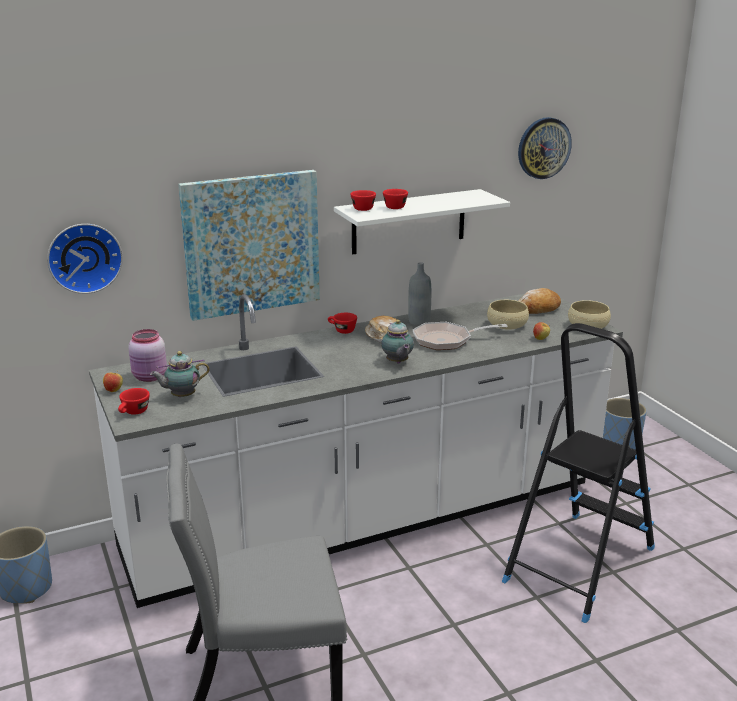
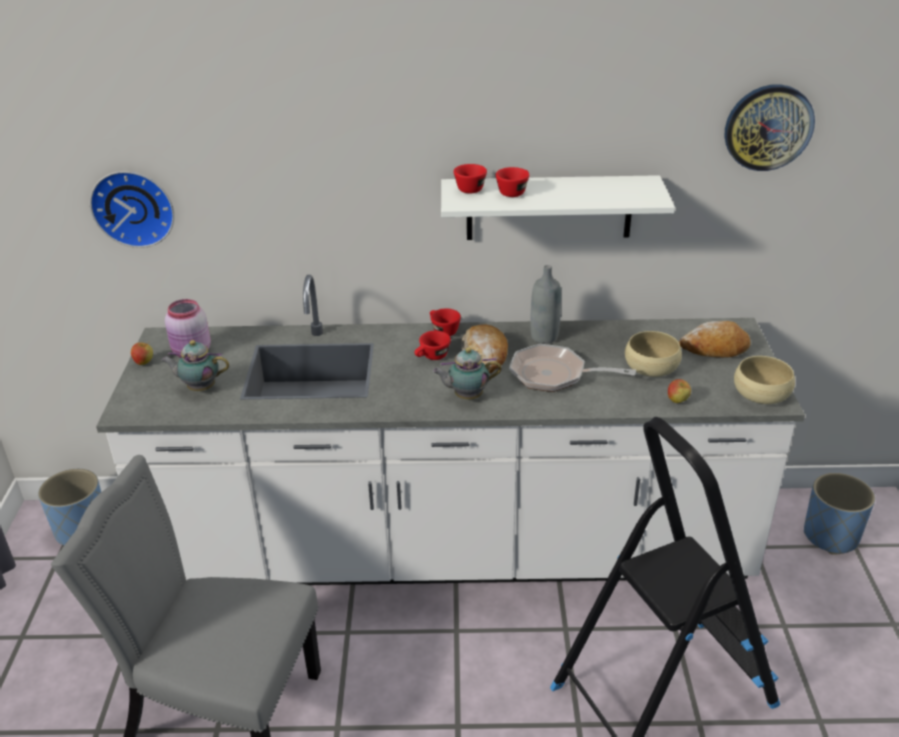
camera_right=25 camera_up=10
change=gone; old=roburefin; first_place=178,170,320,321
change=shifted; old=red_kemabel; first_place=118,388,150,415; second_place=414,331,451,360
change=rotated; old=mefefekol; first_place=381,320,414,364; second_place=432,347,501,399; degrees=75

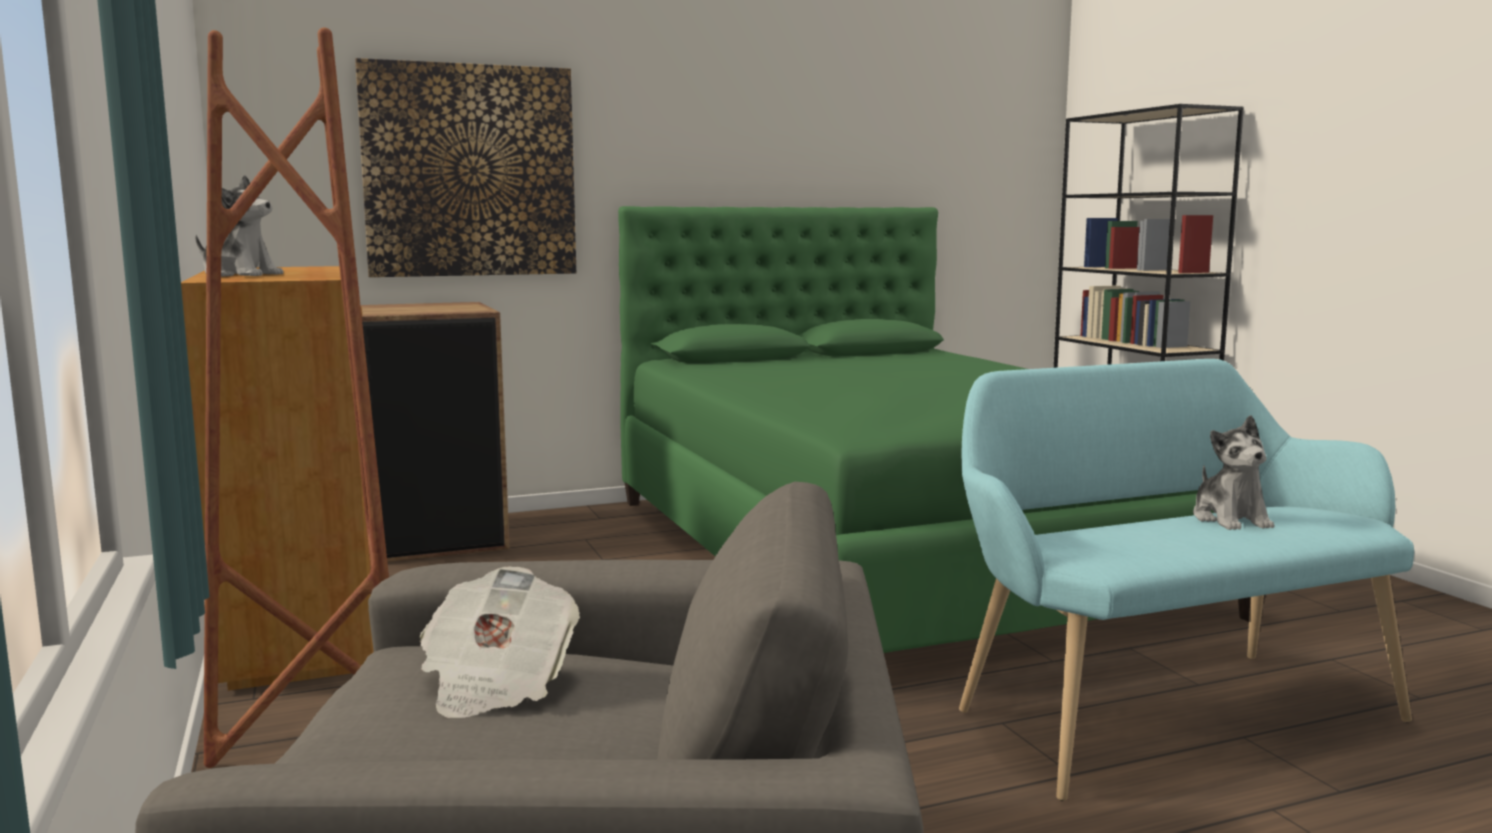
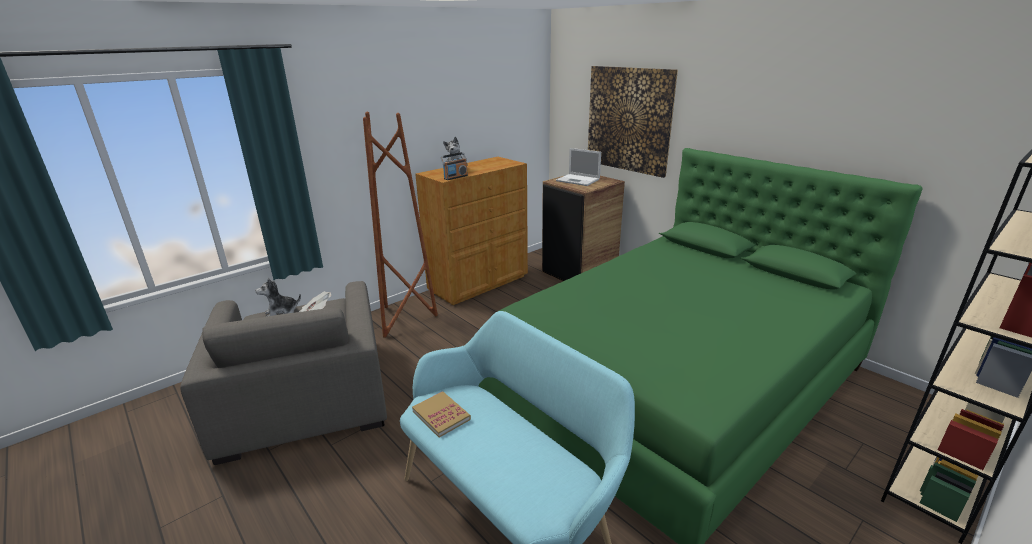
camera_right=70 camera_up=15
change=new; new=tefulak; second_place=412,391,471,437
change=new; new=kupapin; second_place=440,152,468,180
change=new; new=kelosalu; second_place=556,148,601,186
change=shifted; old=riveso; first_place=1193,415,1274,530; second_place=255,278,301,317

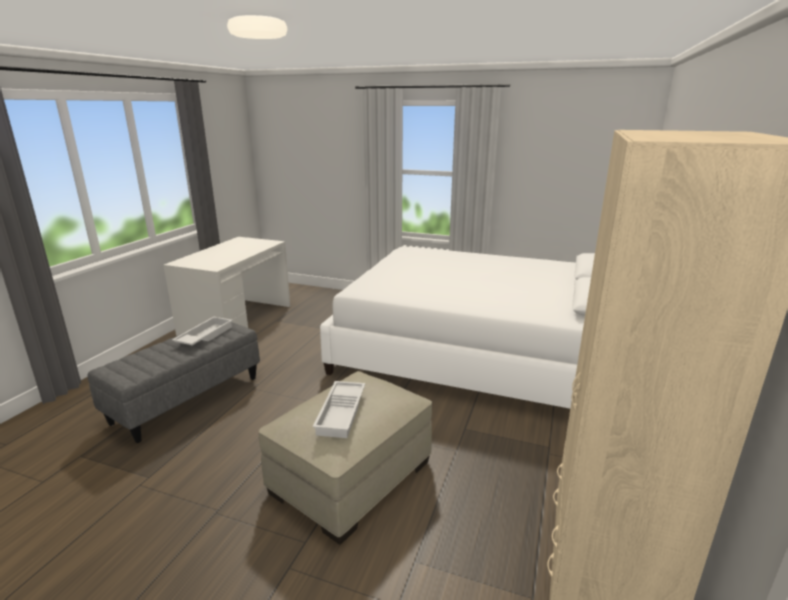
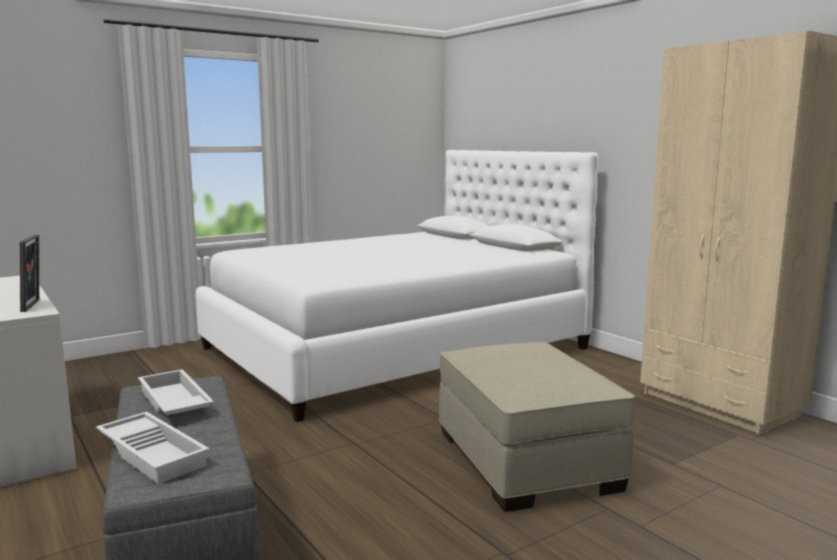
camera_right=-55 camera_up=-10
change=new; new=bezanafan; second_place=20,235,39,312
change=shifted; old=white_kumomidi; first_place=313,381,366,438; second_place=96,412,210,484

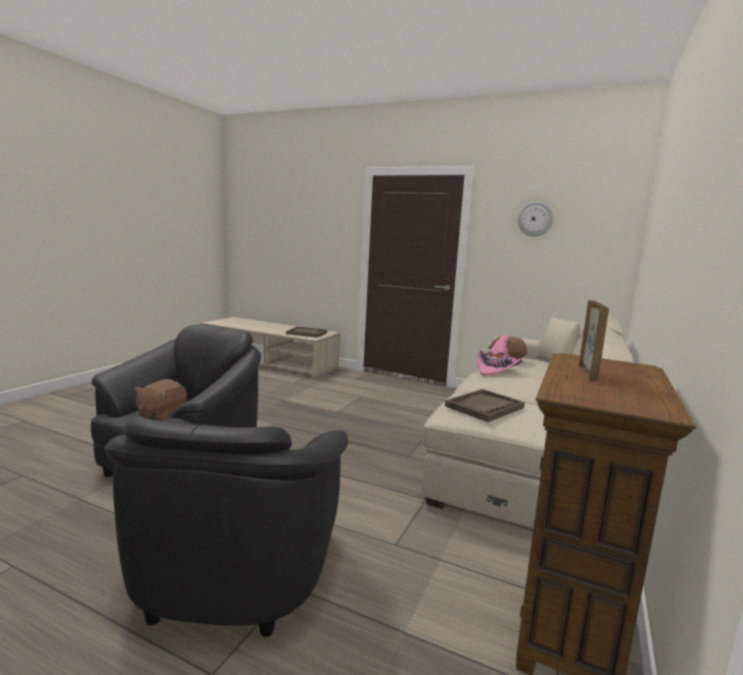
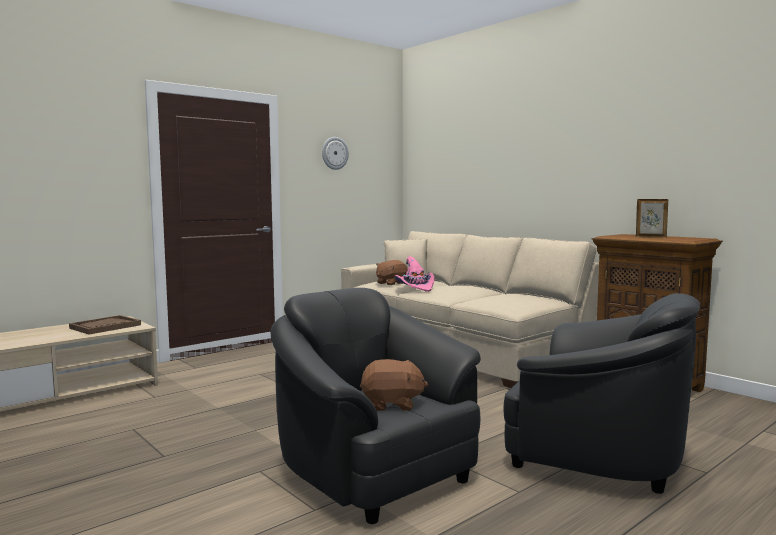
camera_right=-65 camera_up=-5
change=gone; old=brown_kumomidi; first_place=445,389,525,422
change=rotated; old=brown_riveso; first_place=135,379,187,421; second_place=360,359,428,411; degrees=-45

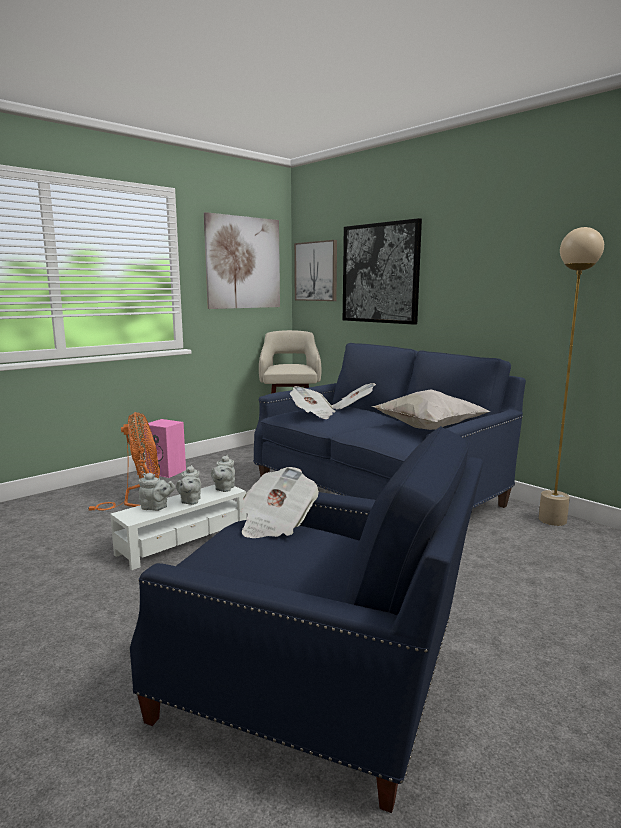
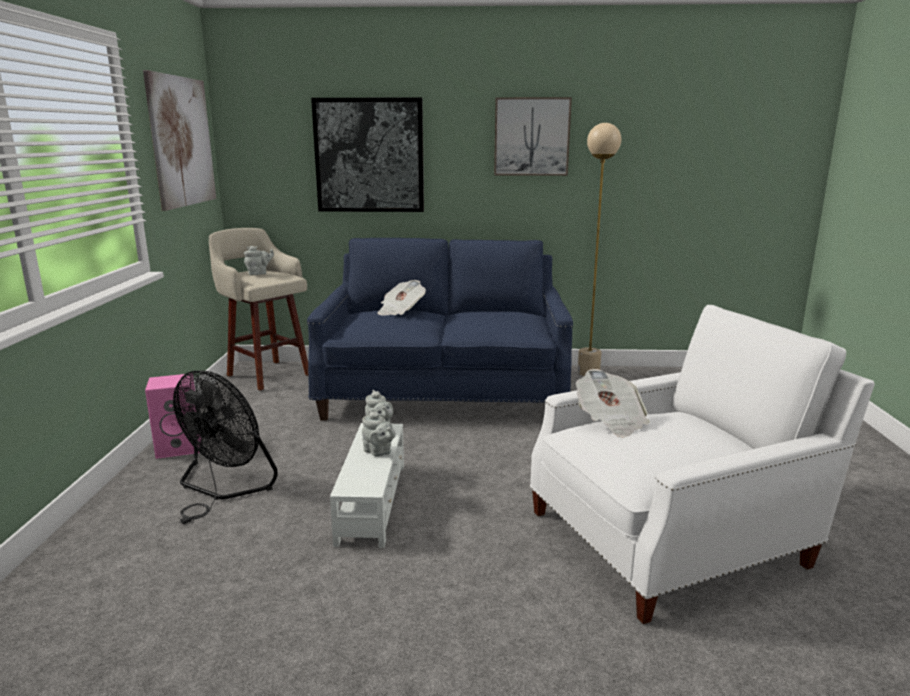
camera_right=-45 camera_up=5
change=gone; old=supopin; first_place=290,386,335,419
change=gone; old=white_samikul; first_place=371,389,491,430
change=shifted; old=grey_mefefekol; first_place=139,473,175,511; second_place=244,246,274,275
change=shifted; old=roburefin; first_place=294,240,337,301; second_place=494,97,572,176
change=repainted; old=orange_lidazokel; new=black_lidazokel; first_place=88,412,160,510; second_place=173,371,278,525
change=repainted; old=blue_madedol; new=white_madedol; first_place=130,426,483,813; second_place=529,305,875,624

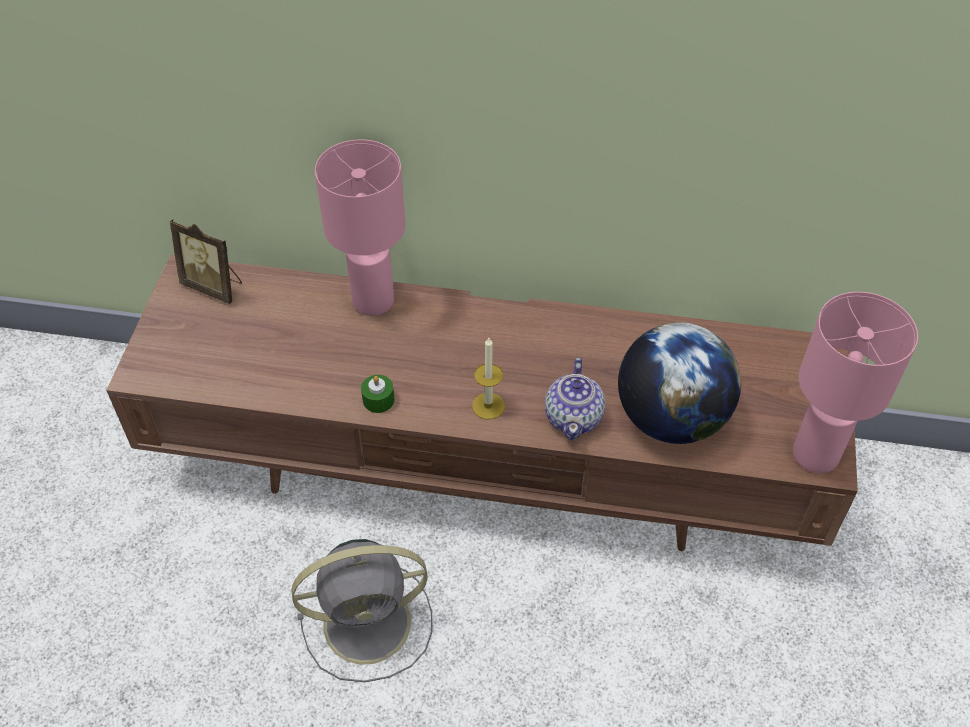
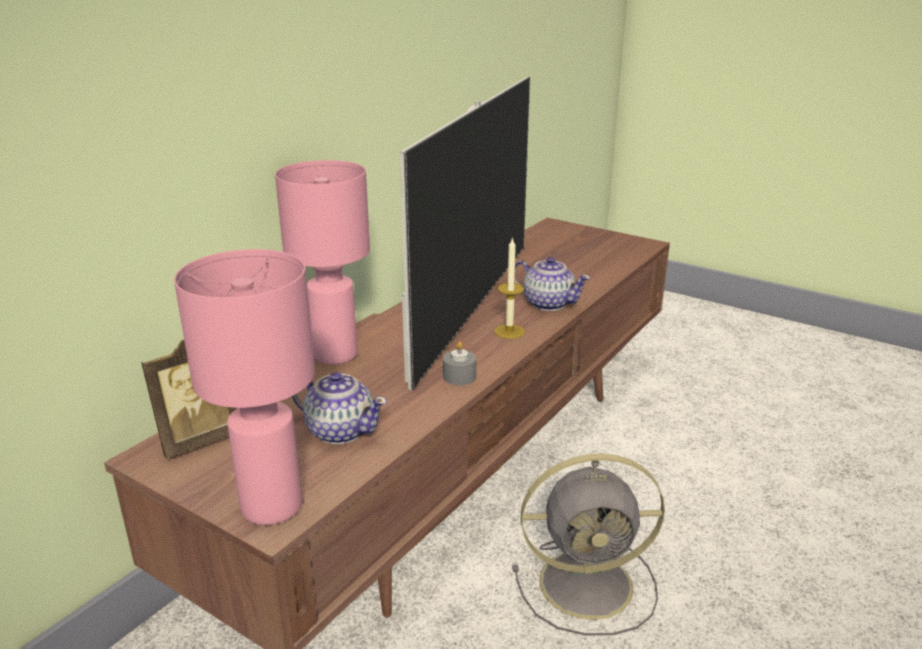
camera_right=-65 camera_up=-25
change=gone; old=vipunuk; first_place=618,322,741,444
change=new; new=mefefekol; second_place=292,372,387,444
change=new; new=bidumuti; second_place=400,77,530,390
change=shifted; old=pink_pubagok; first_place=793,292,918,473; second_place=174,249,315,525
change=repainted; old=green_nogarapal; new=grey_nogarapal; first_place=361,375,395,413; second_place=443,341,476,385
change=rotated; old=grey_lidazokel; first_place=292,539,433,682; second_place=512,453,665,635; degrees=75

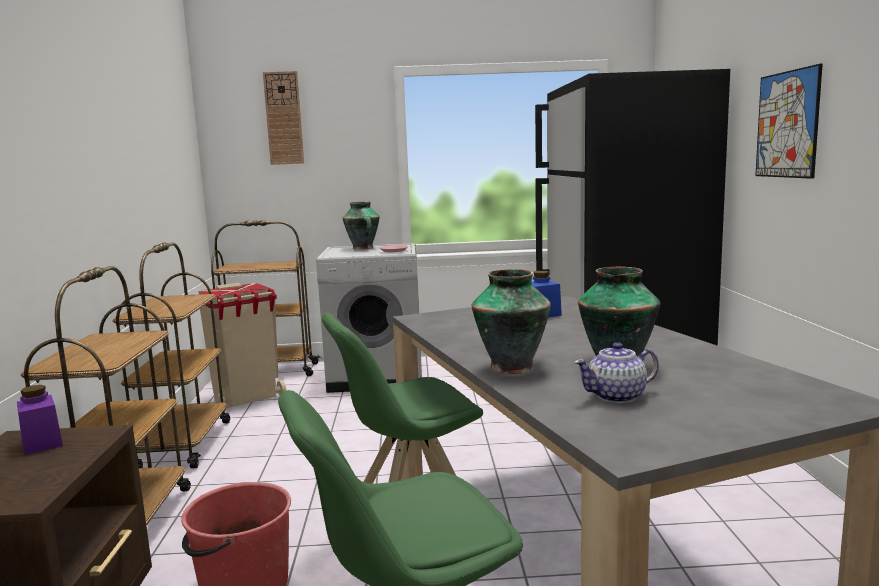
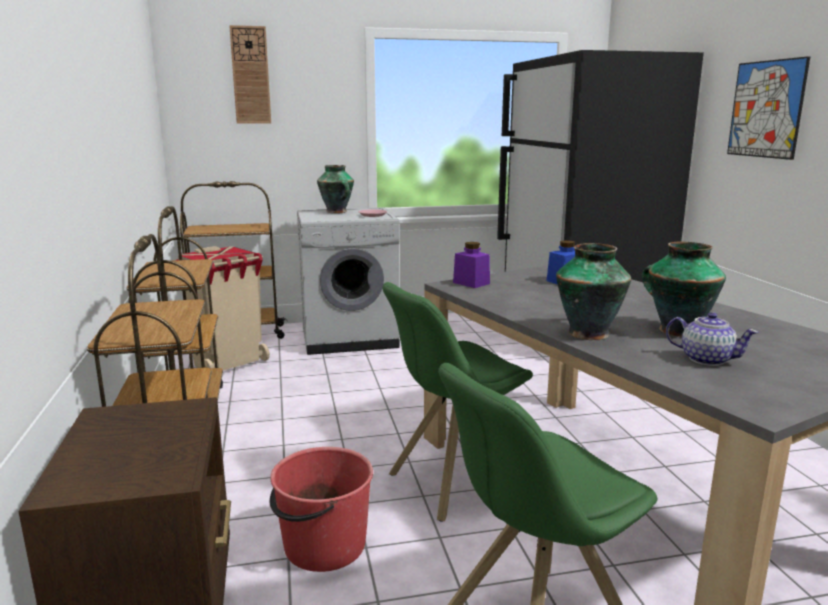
camera_right=-10 camera_up=5
change=shifted; old=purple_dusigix; first_place=17,385,63,455; second_place=453,242,490,288
change=rotated; old=mefefekol; first_place=574,342,659,403; second_place=666,312,759,366; degrees=-120

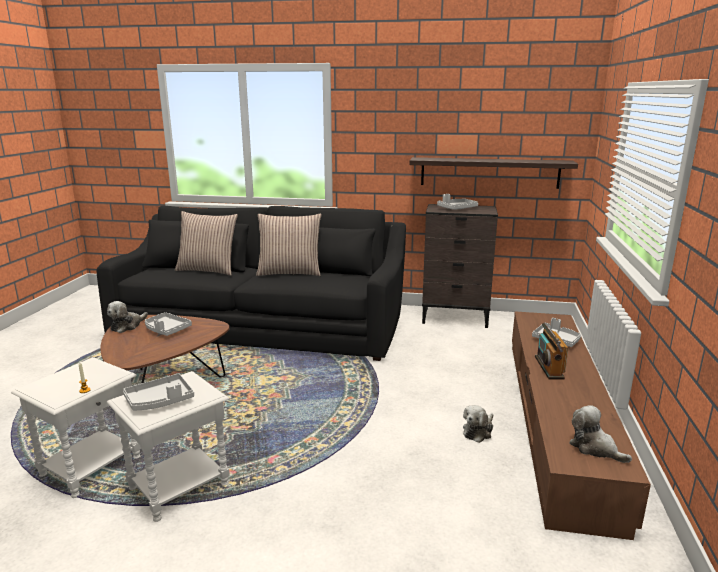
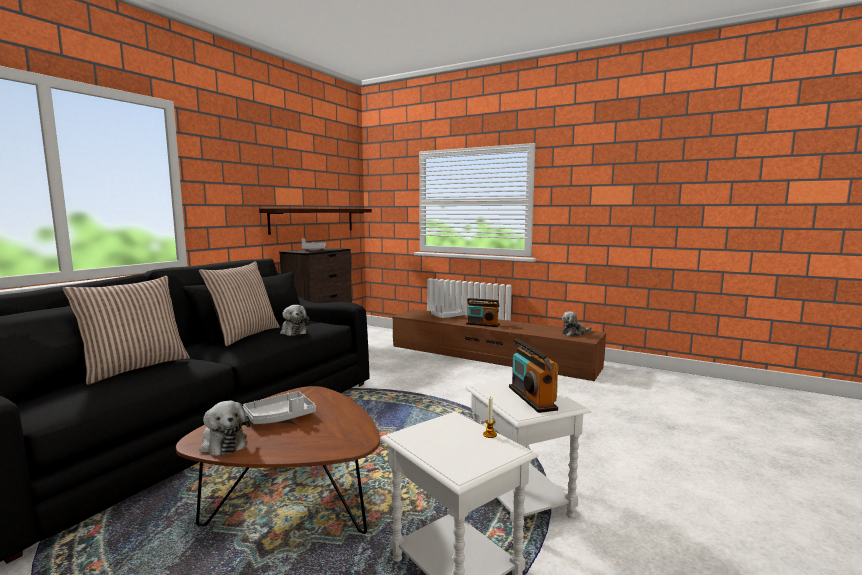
camera_right=-70 camera_up=-10
change=shifted; old=riveso; first_place=463,405,494,443; second_place=280,305,310,336
change=swapped; old=grey_kumomidi; new=kupapin; first_place=123,373,194,410; second_place=509,338,558,413

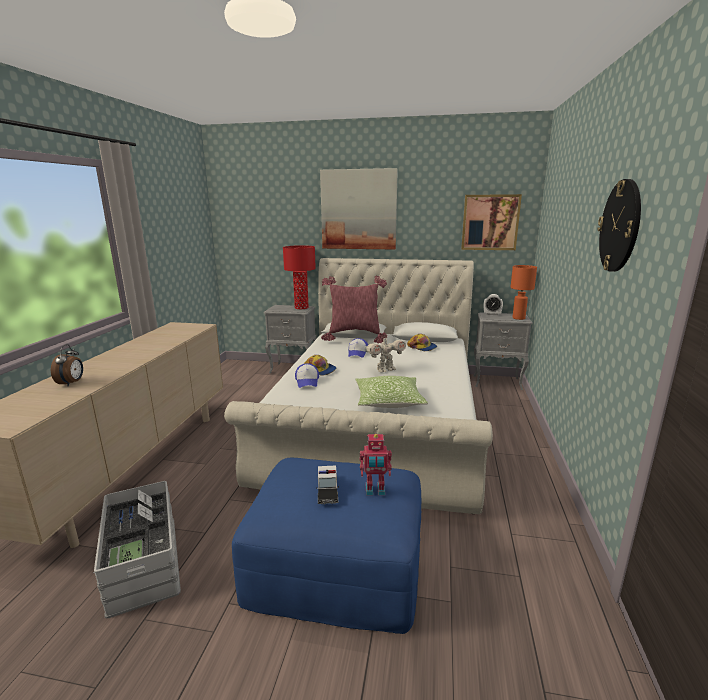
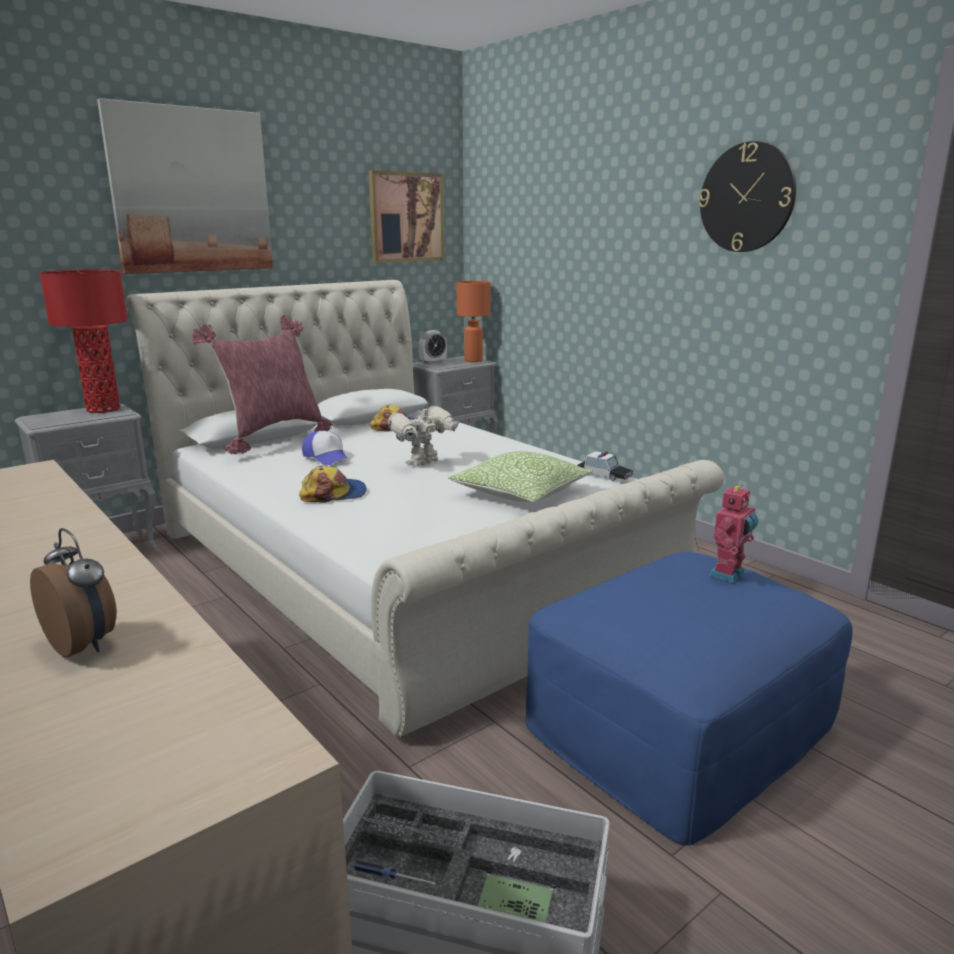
camera_right=-50 camera_up=0
change=gone; old=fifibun; first_place=295,363,319,388
change=shifted; old=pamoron; first_place=316,465,339,505; second_place=577,451,633,481
change=rotated; old=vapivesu; first_place=365,338,406,373; second_place=388,403,459,467; degrees=-150

